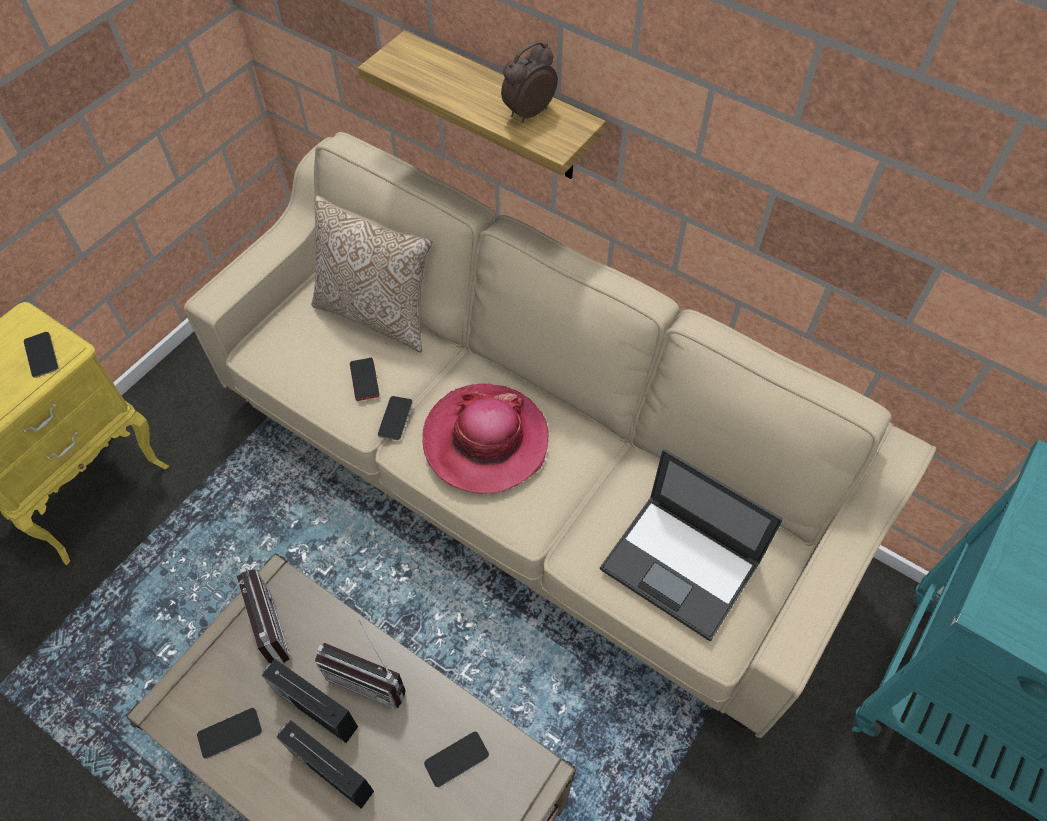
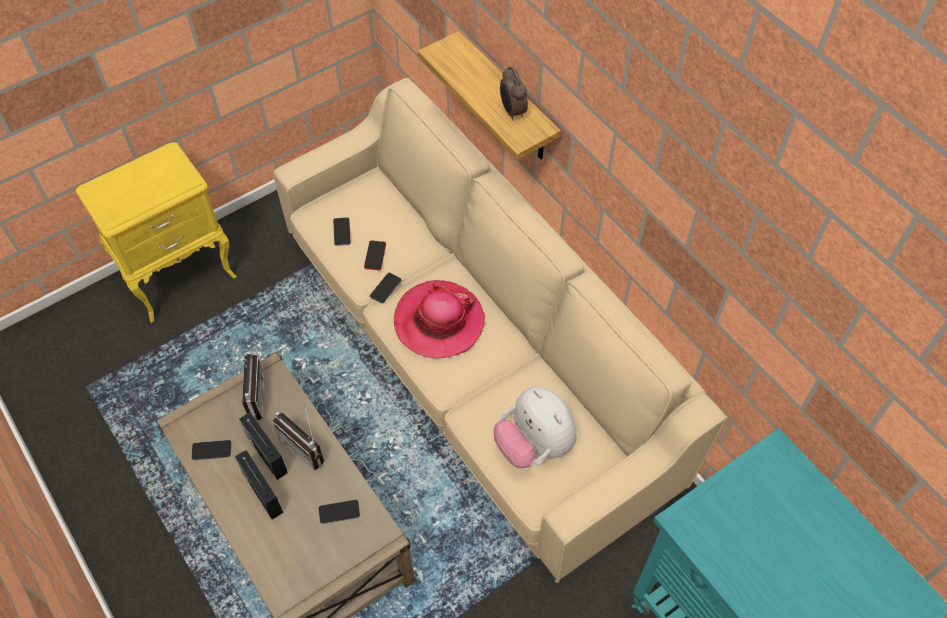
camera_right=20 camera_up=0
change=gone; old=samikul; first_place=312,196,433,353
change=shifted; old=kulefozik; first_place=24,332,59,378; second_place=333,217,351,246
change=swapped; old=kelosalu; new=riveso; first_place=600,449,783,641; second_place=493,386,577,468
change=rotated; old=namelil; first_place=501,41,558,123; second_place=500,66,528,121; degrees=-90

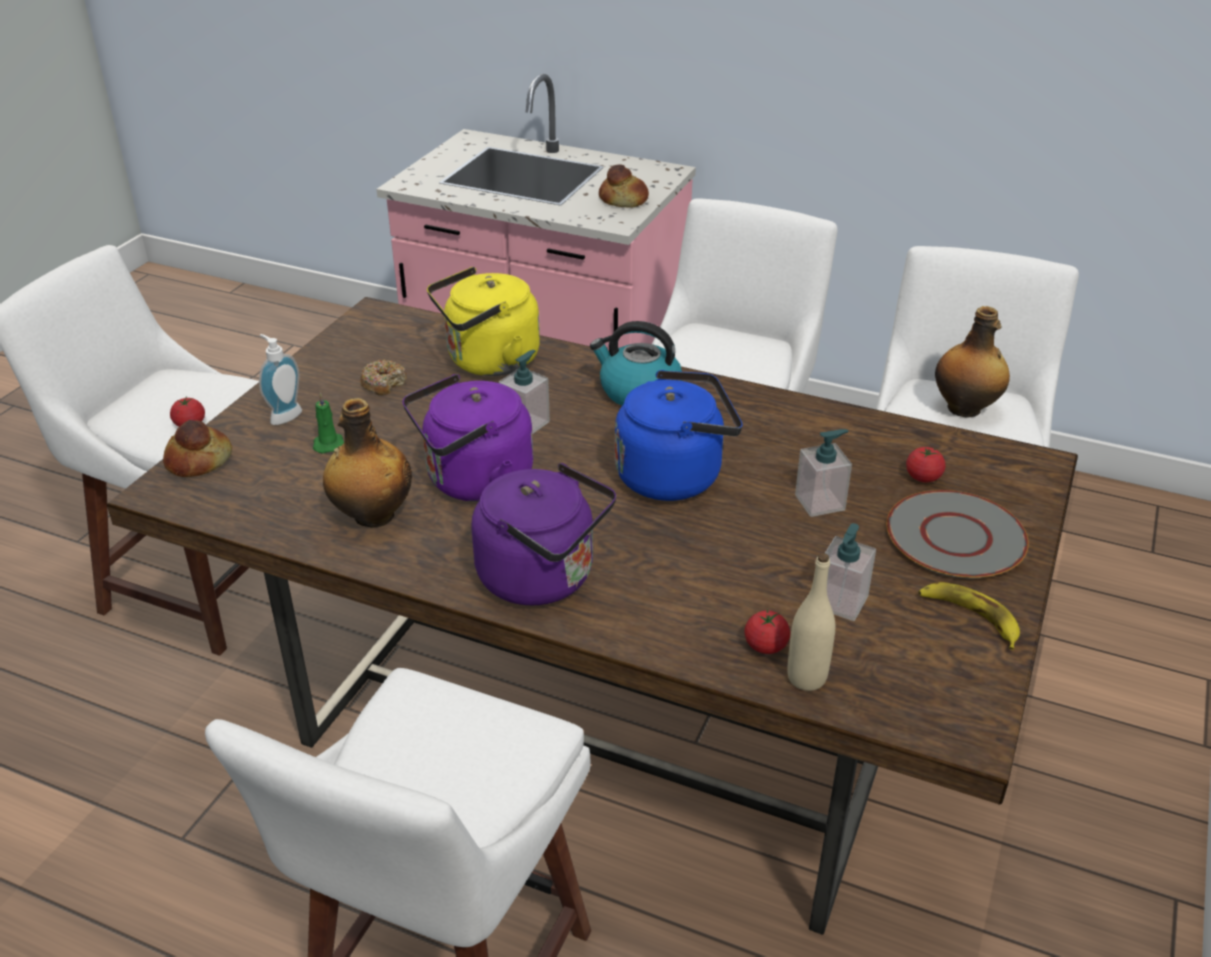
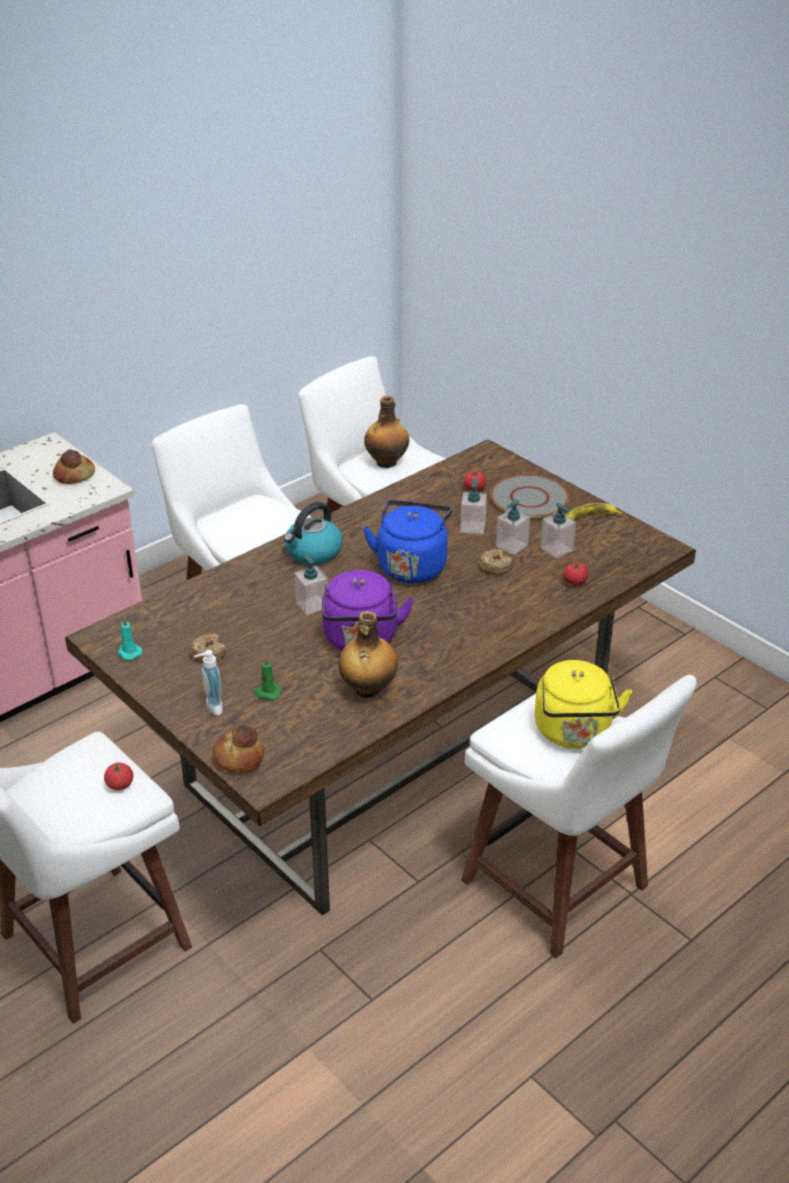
camera_right=-65 camera_up=0
change=gone; old=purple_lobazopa; first_place=471,463,616,605
change=gone; old=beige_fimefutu; first_place=787,553,835,691
change=new; new=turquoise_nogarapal; second_place=117,617,142,660
change=new; new=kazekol; second_place=479,549,512,575
change=new; new=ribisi; second_place=496,499,530,555
change=shifted; old=yellow_lobazopa; first_place=427,267,540,376; second_place=535,660,632,749

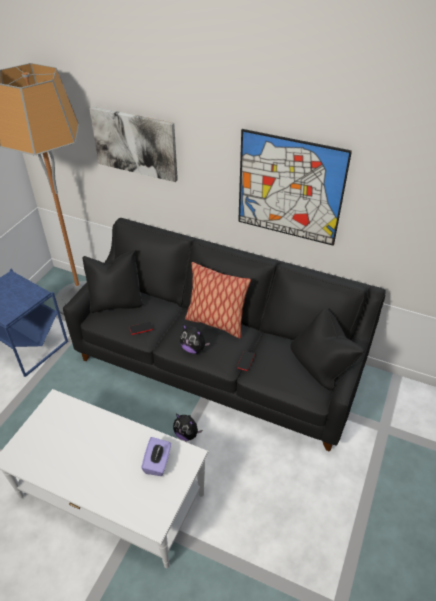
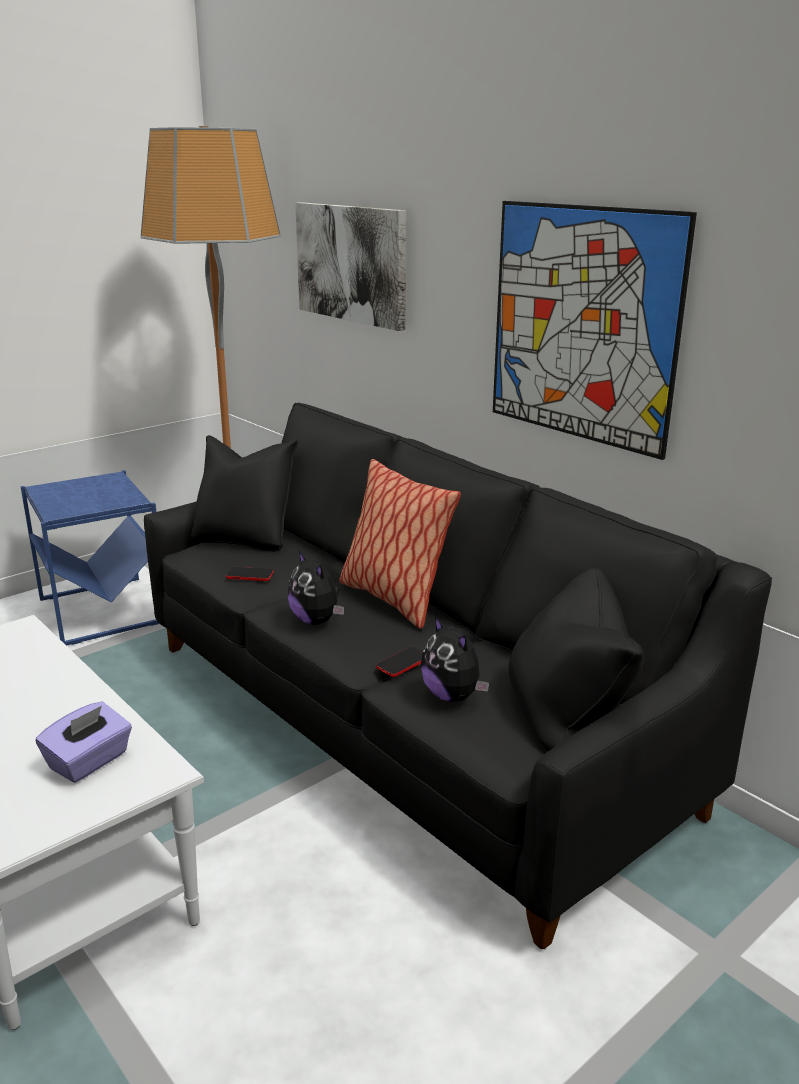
camera_right=25 camera_up=-20
change=shifted; old=riveso; first_place=173,414,202,441; second_place=421,616,489,702

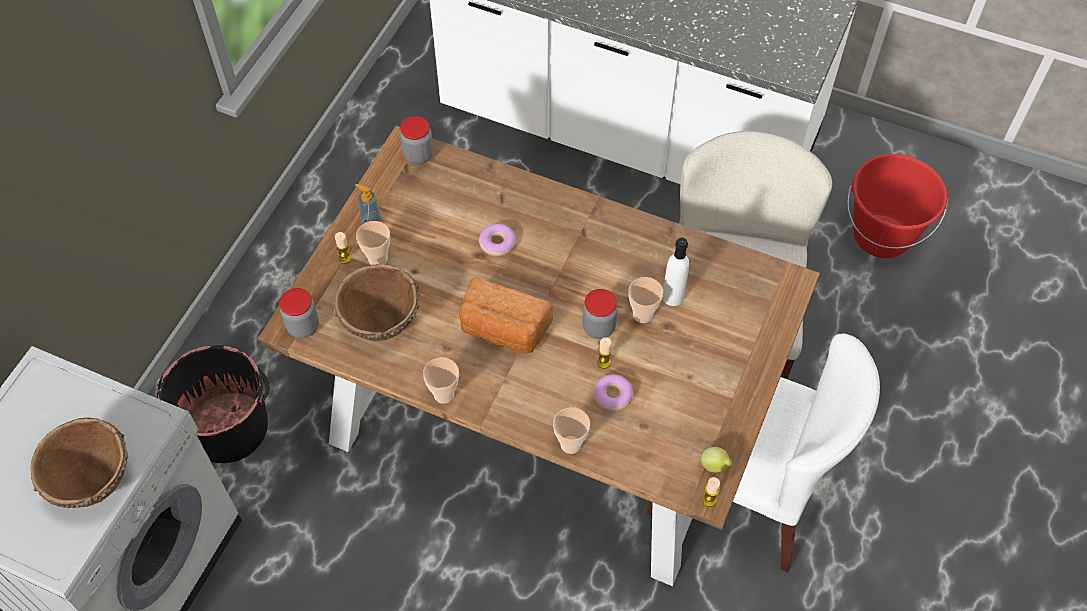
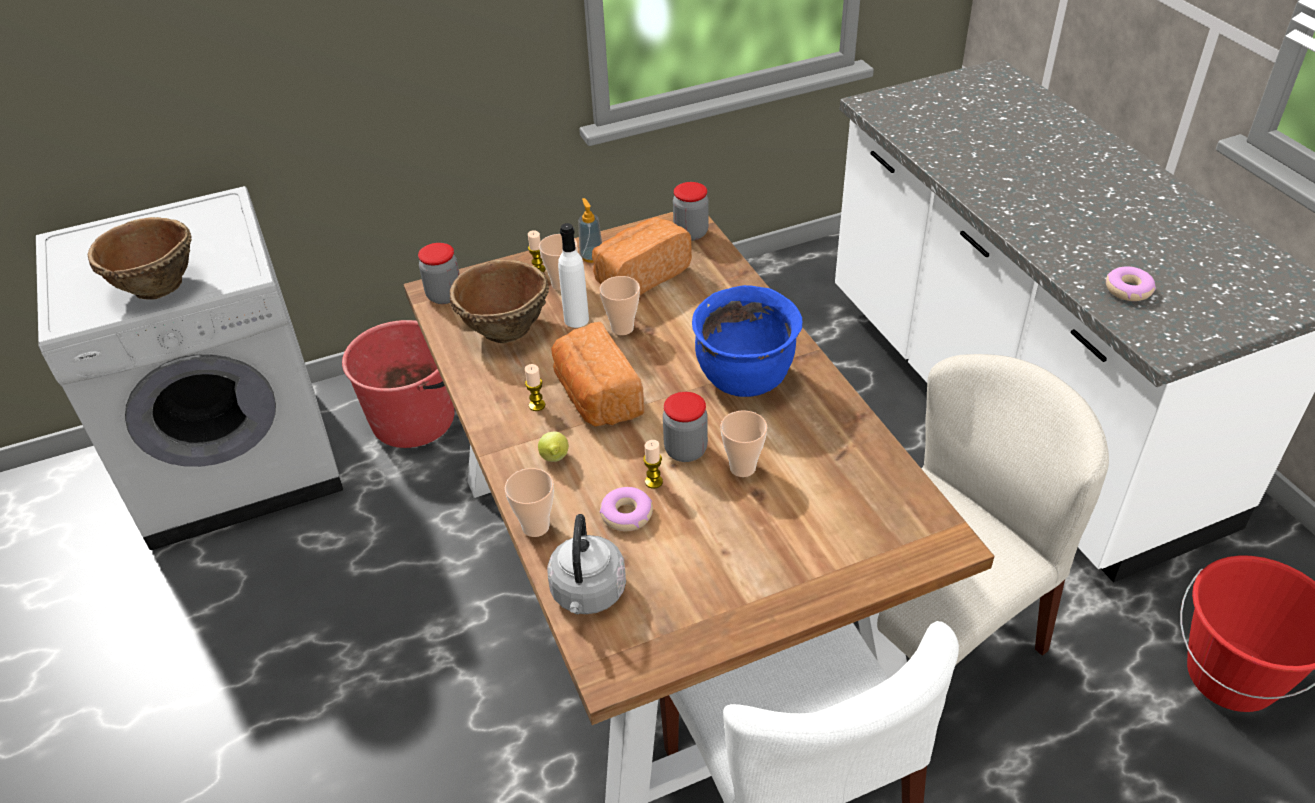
camera_right=45 camera_up=-15
change=new; new=grey_lobazopa; second_place=547,514,626,614
change=new; new=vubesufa; second_place=592,217,692,295
change=new; new=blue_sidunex; second_place=692,285,802,397
change=shifted; old=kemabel; first_place=423,357,459,404; second_place=599,276,640,335
change=shifted; old=kazekol; first_place=479,224,516,256; second_place=1106,267,1156,301
change=shifted; old=white_fimefutu; first_place=662,238,689,306; second_place=558,223,589,328
change=shifted; old=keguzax; first_place=701,447,732,472; second_place=538,431,569,462
change=shifted; old=nogarapal; first_place=702,477,720,507; second_place=525,364,545,411
change=repainted; old=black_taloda; new=red_taloda; first_place=157,345,270,463; second_place=342,320,454,448

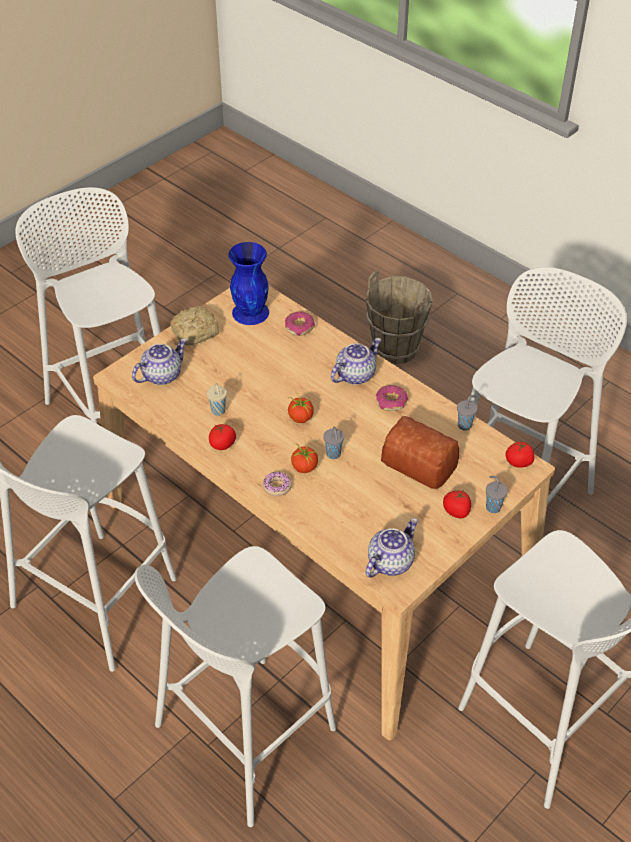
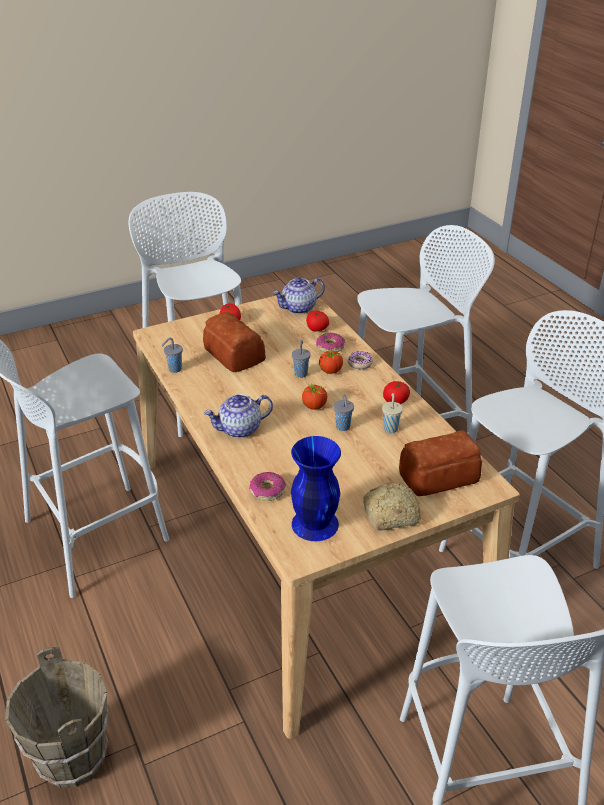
camera_right=-160 camera_up=-10
change=shifted; old=kazekol; first_place=376,385,408,411; second_place=316,333,345,352
change=shifted; old=grey_kemabel; first_place=486,476,508,513; second_place=334,395,354,431
change=shifted; old=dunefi; first_place=505,441,534,468; second_place=306,310,329,331
change=swapped; old=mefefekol; new=vubesufa; first_place=132,338,187,385; second_place=399,430,482,496

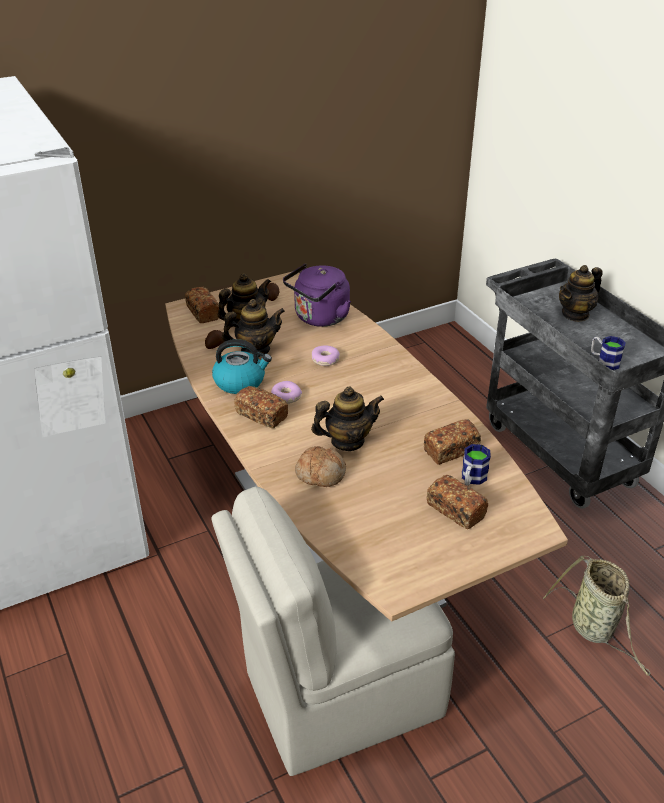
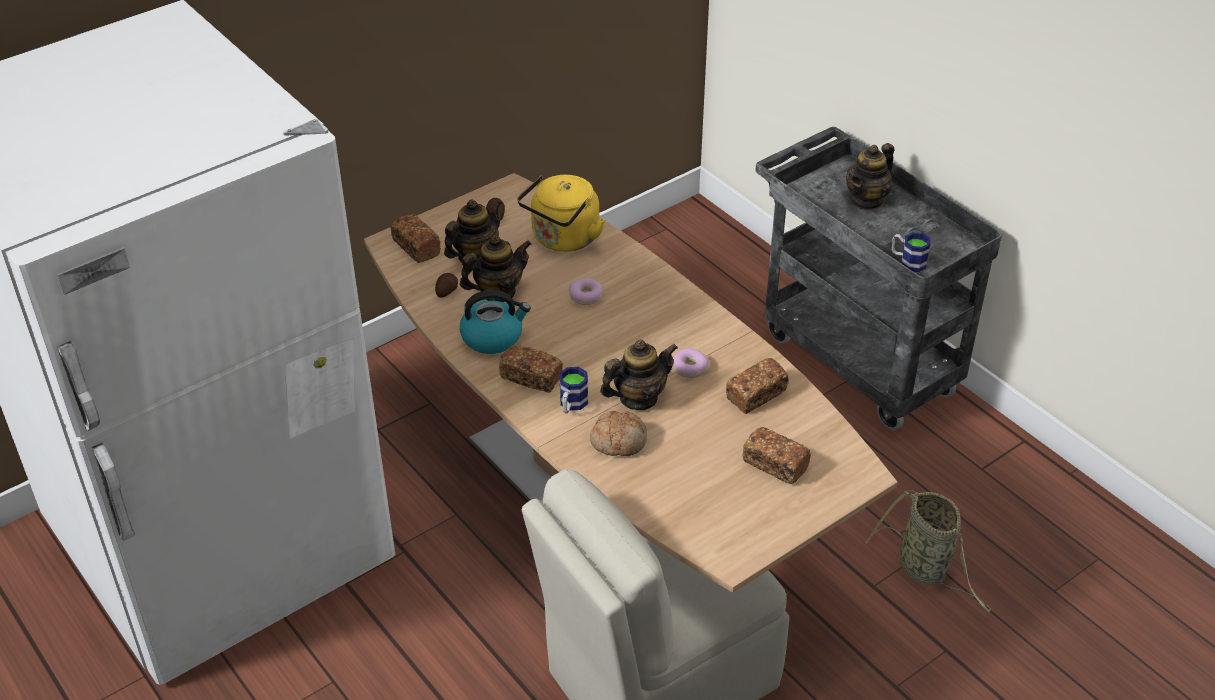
camera_right=-10 camera_up=5
change=shifted; old=kazekol; first_place=271,381,302,404; second_place=673,348,709,378
change=shifted; old=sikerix; first_place=462,444,491,486; second_place=559,367,588,413
change=repainted; old=purple_lobazopa; new=yellow_lobazopa; first_place=283,264,351,327; second_place=517,175,605,252

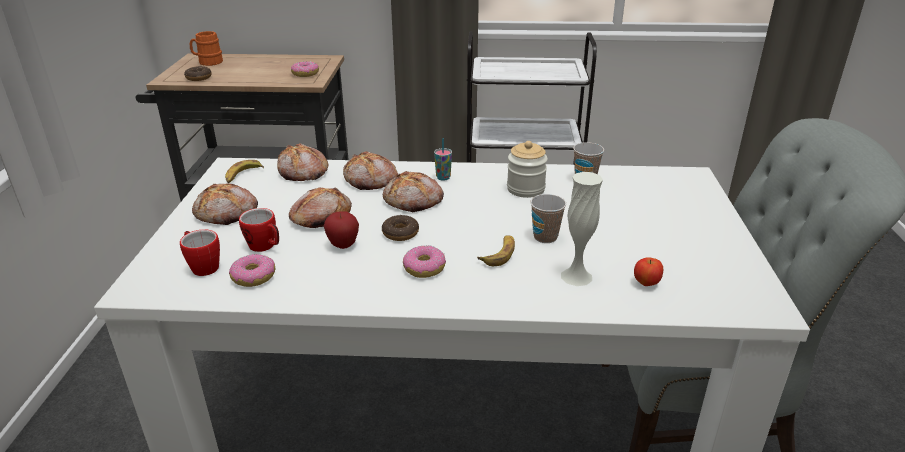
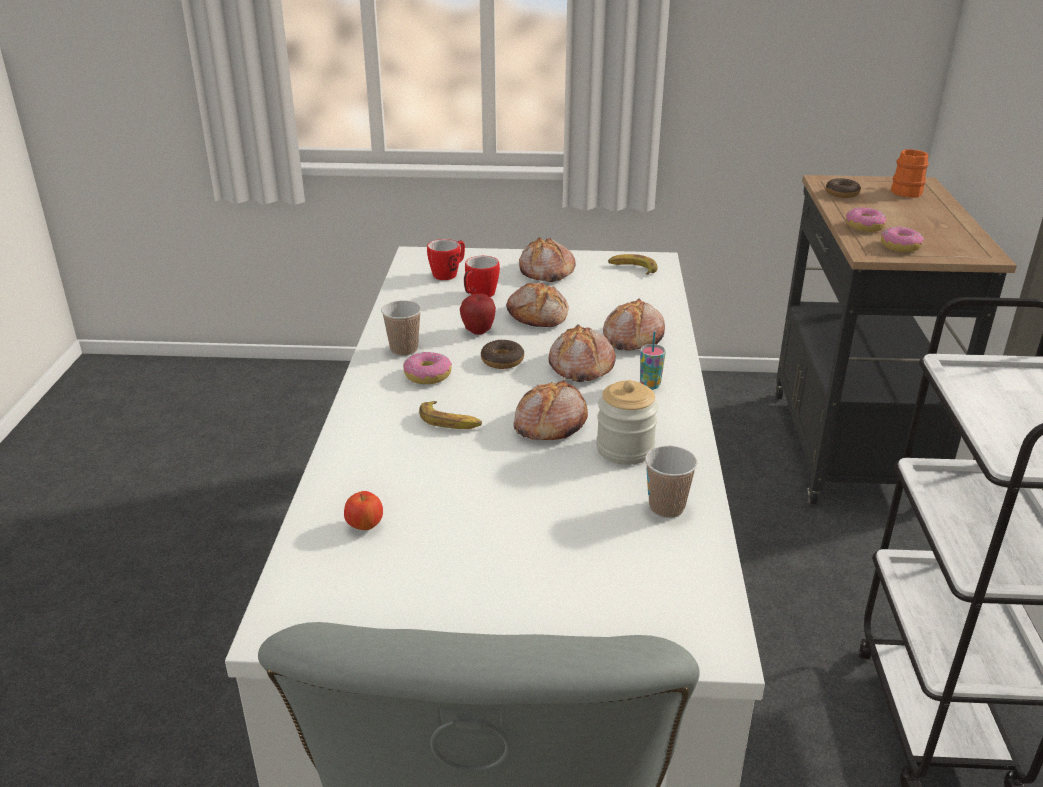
camera_right=90 camera_up=0
change=gone; old=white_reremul; first_place=561,172,603,286
change=shifted; old=kazekol; first_place=229,254,275,287; second_place=846,207,887,232
change=shifted; old=vubesufa; first_place=277,143,328,181; second_place=513,380,588,440
change=shifted; old=kemabel; first_place=531,194,566,243; second_place=381,300,421,356

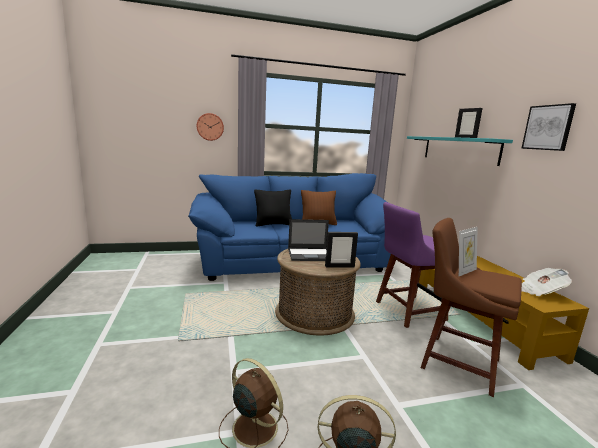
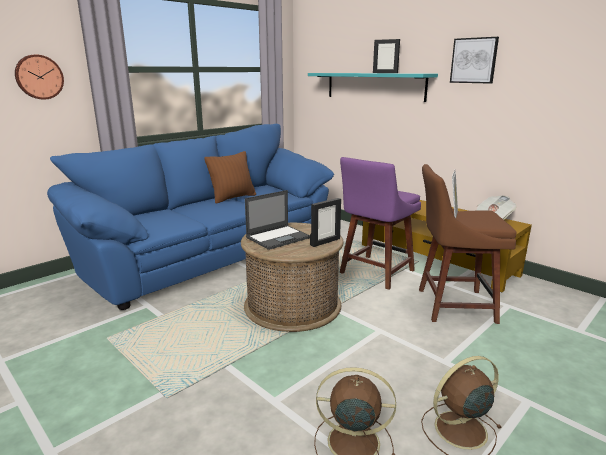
camera_right=-30 camera_up=5
change=gone; old=black_samikul; first_place=254,189,292,226

